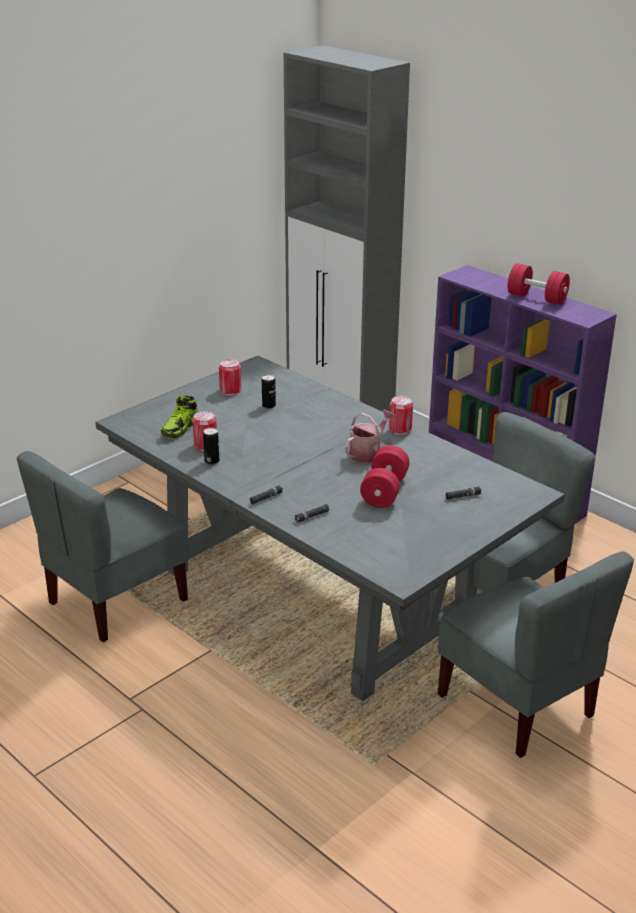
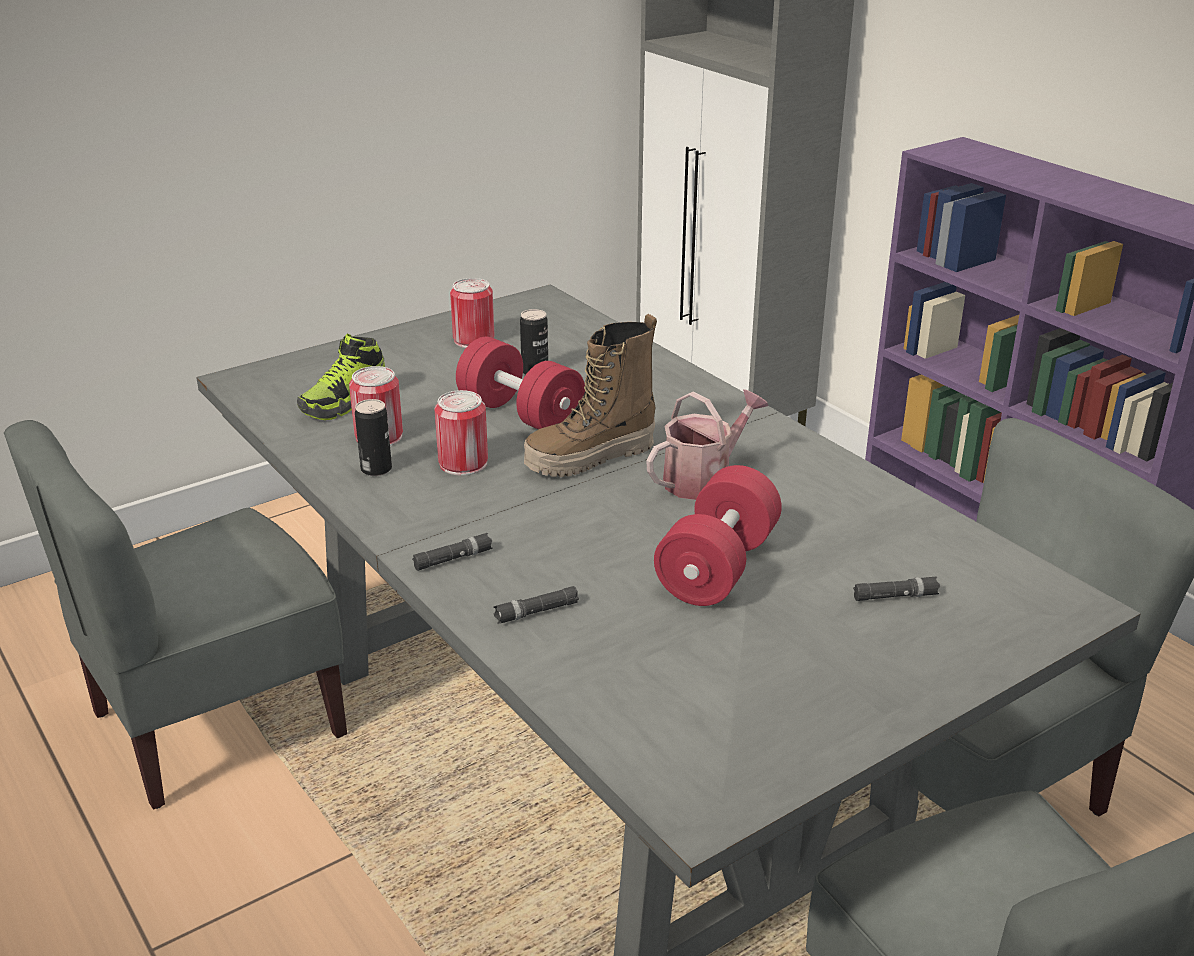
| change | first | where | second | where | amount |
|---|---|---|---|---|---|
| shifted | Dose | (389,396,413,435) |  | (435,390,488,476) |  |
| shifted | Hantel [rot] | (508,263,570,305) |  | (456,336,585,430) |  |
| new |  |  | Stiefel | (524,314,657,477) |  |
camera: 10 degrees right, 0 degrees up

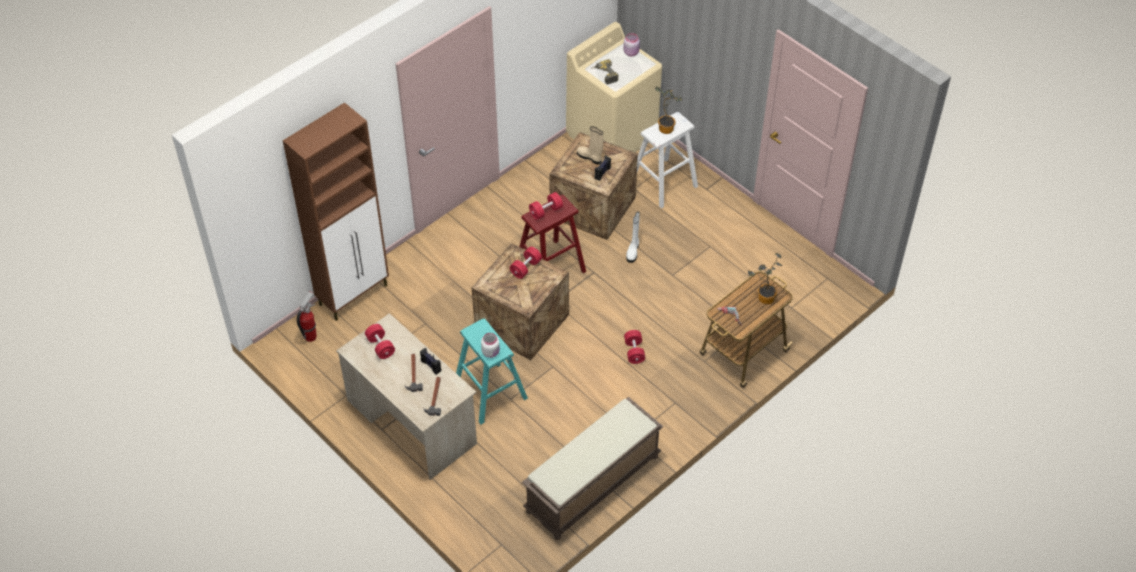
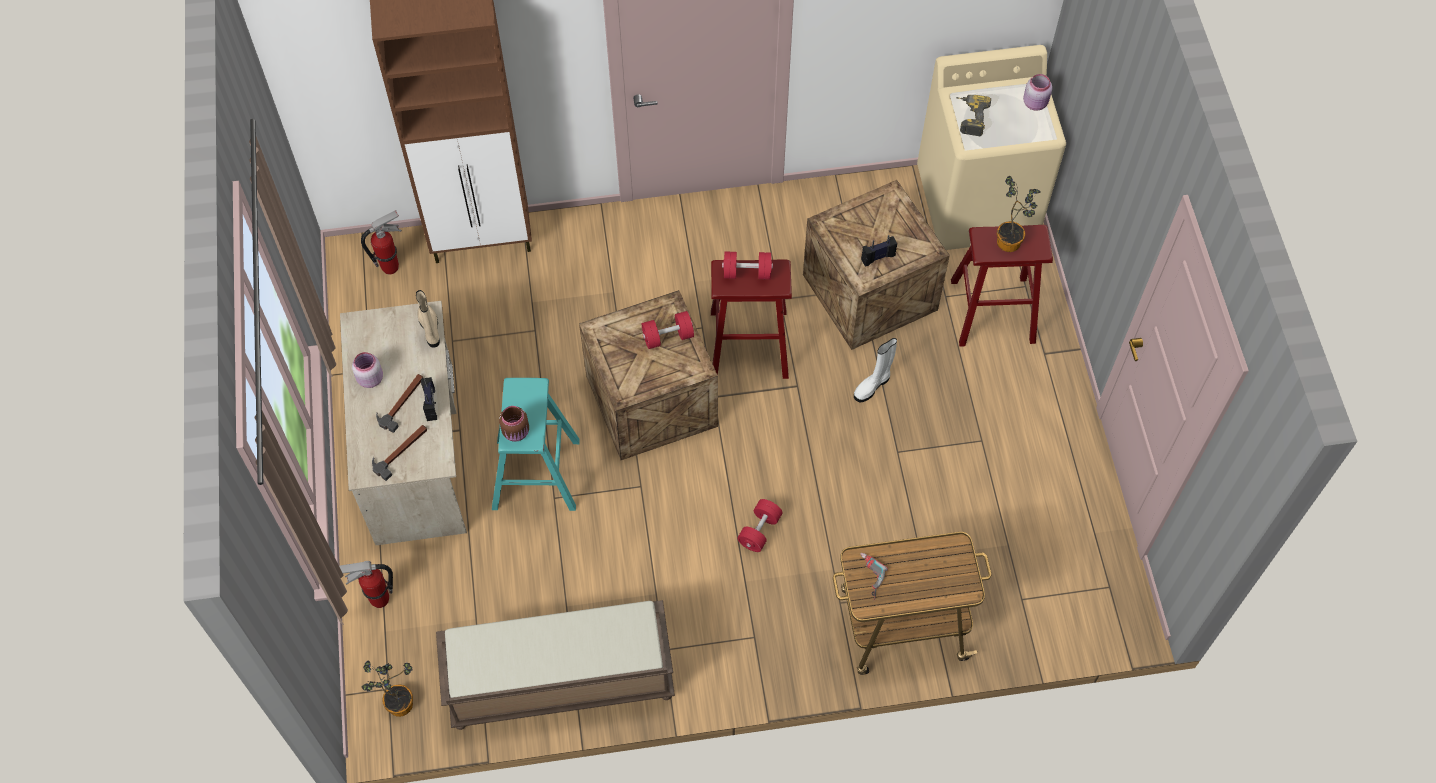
| change | first | where | second | where | amount |
|---|---|---|---|---|---|
| new |  |  | Feuerlöscher | (339,561,393,608) |  |
| new |  |  | Vorratsglas [rosa] | (352,352,383,388) |  |
| shifted | Topfpflanze | (748,253,782,304) |  | (361,660,413,717) |  |
| shifted | Stiefel [beige] | (577,126,603,165) |  | (416,290,440,348) |  |
| repainted | Vorratsglas [weiß] | (481,333,500,358) | Vorratsglas [braun] | (499,406,529,442) |  |
| repainted | Hocker [weiß] | (637,112,698,209) | Hocker [rot] | (951,225,1053,347) |  |
| gone | Hantel [rot] | (365,324,395,359) |  |  |  |
camera: 35 degrees right, 10 degrees up

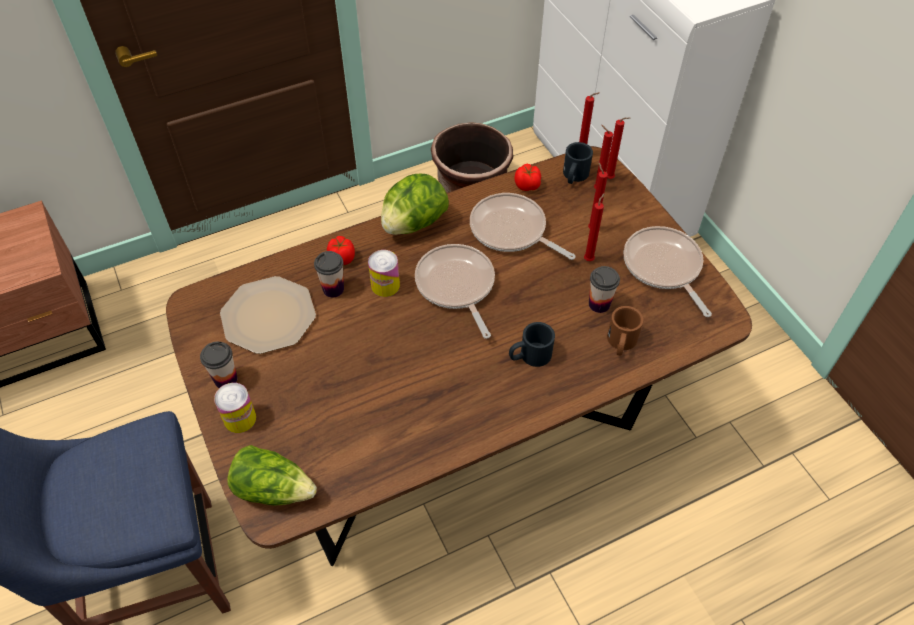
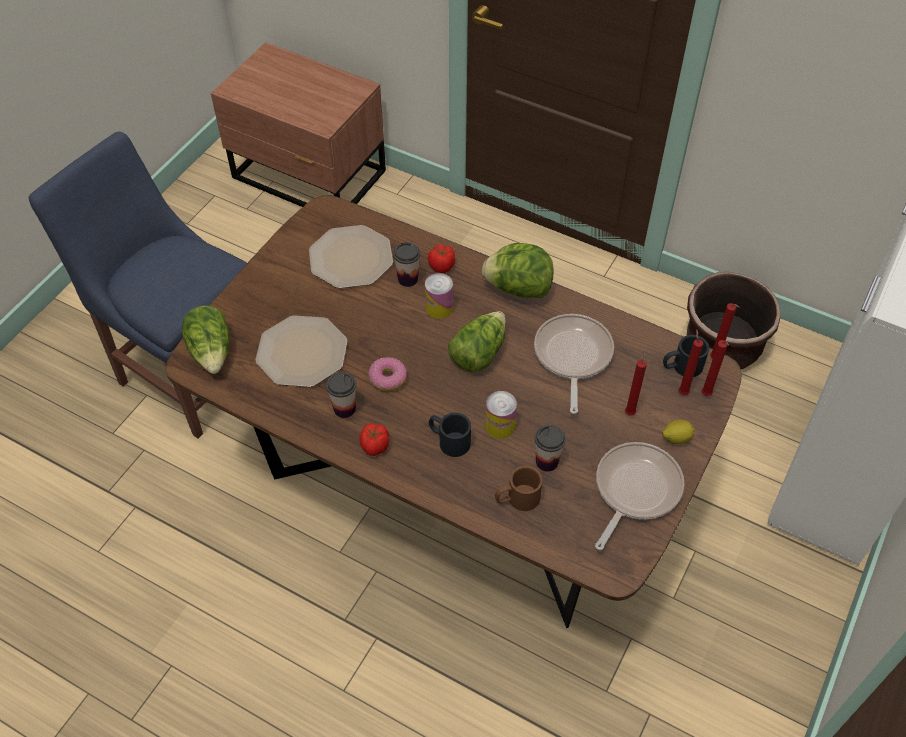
| change | first | where | second | where | amount |
|---|---|---|---|---|---|
| new |  |  | Teller | (255,315,348,387) |  |
| shifted | Tasse | (200,342,237,388) |  | (326,372,356,418) |  |
| shifted | Tomate | (515,164,541,191) |  | (359,423,389,456) |  |
| new |  |  | Donut | (368,357,407,391) |  |
| swapped | Pfanne | (415,244,495,339) | Salatkopf | (448,311,506,373) |  |
| shifted | Dose | (214,383,256,433) |  | (485,391,517,439) |  |
| new |  |  | Zitrone | (662,420,695,444) |  |
| gone | Kerze [rot] | (584,193,605,261) |  |  |  |
camera: 55 degrees right, 0 degrees up

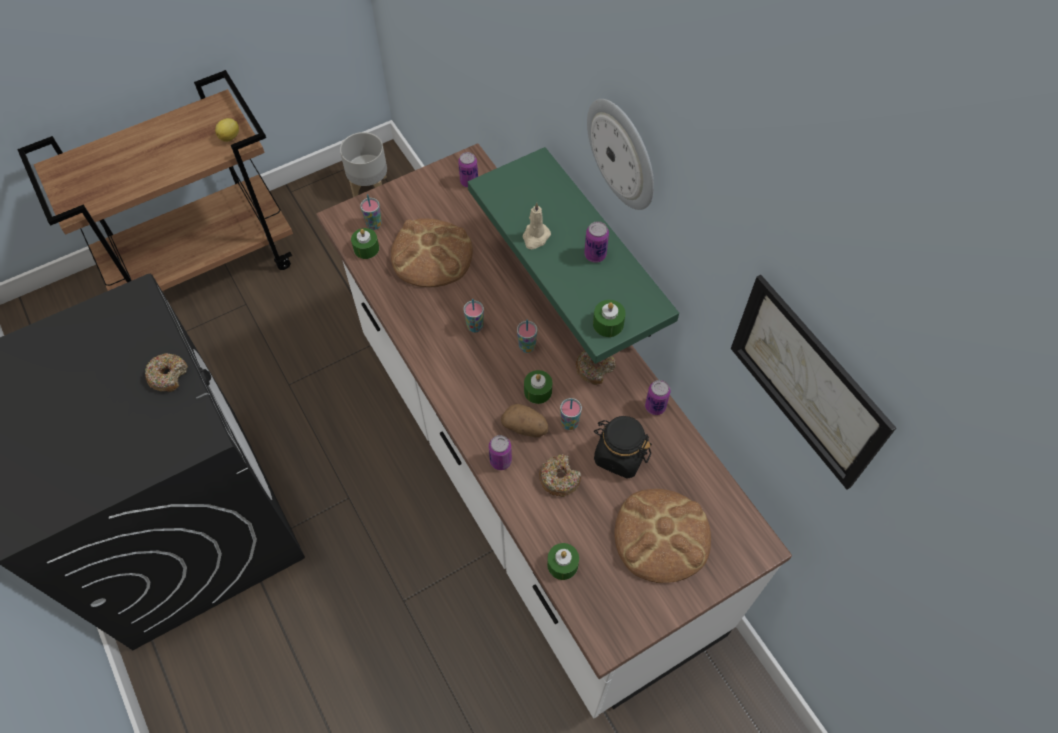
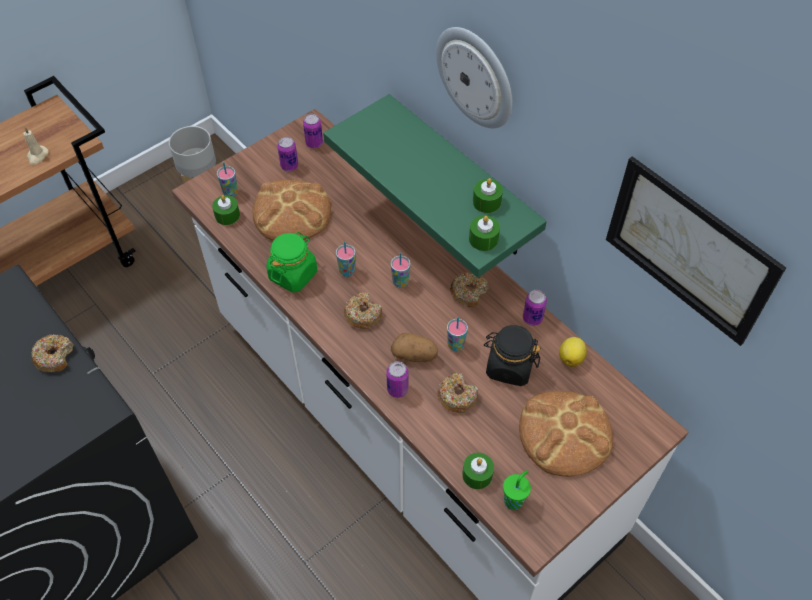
| change | first | where | second | where | amount |
|---|---|---|---|---|---|
| shifted | Kerze [beige] | (522,202,551,249) |  | (23,127,49,165) |  |
| new |  |  | Vorratsglas [grün] | (266,232,317,293) |  |
| shifted | Dose | (584,221,609,263) |  | (277,137,298,171) |  |
| new |  |  | Donut | (344,292,382,329) |  |
| shifted | Kerze [grün] | (524,370,552,404) |  | (473,178,503,213) |  |
| new |  |  | Tasse [grün] | (503,470,531,510) |  |
| shifted | Zitrone | (215,118,239,142) |  | (559,337,587,367) |  |
camera: 10 degrees left, 5 degrees down

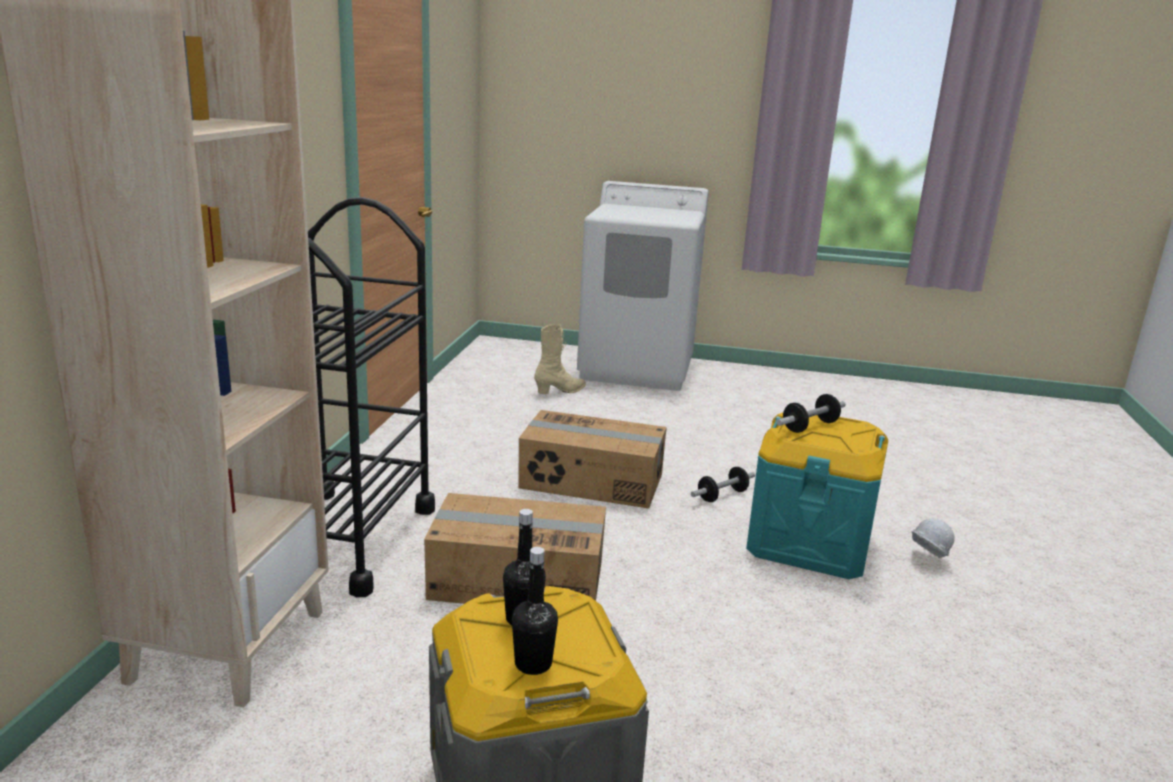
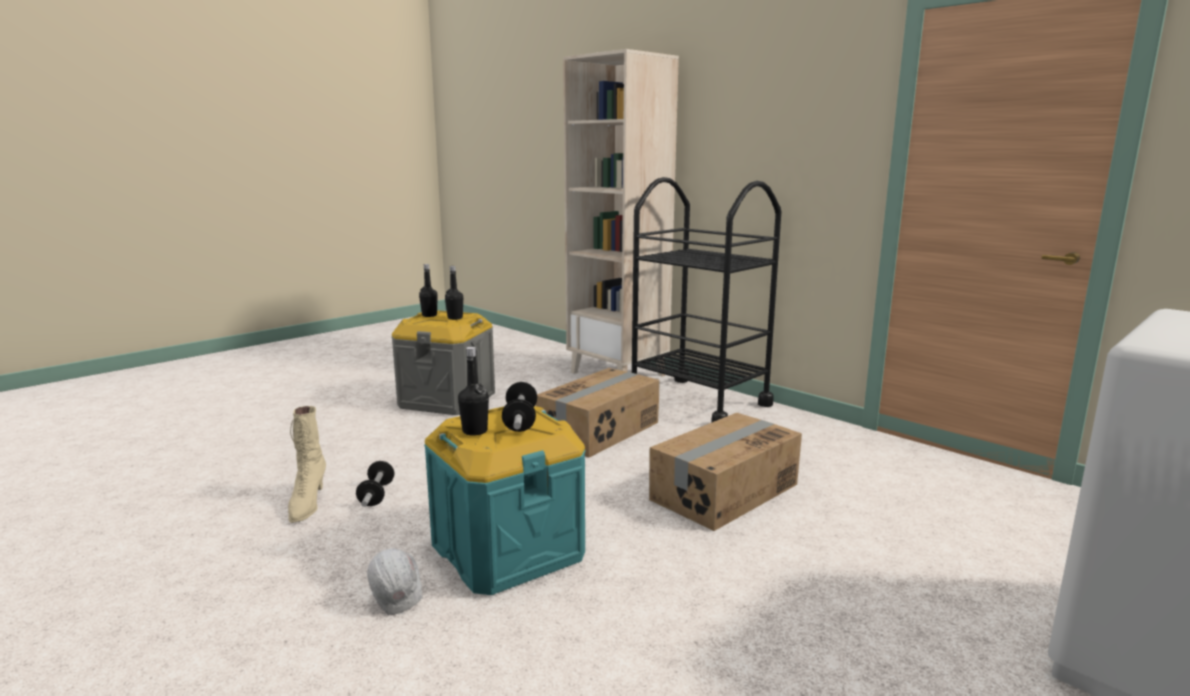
| change | first | where | second | where | amount |
|---|---|---|---|---|---|
| shifted | Stiefel [beige] | (534,324,586,394) |  | (288,406,326,523) |  |
| shifted | Hantel | (691,467,755,502) |  | (356,461,394,507) |  |
| new |  |  | Flasche [schwarz] | (458,347,489,436) |  |
camera: 125 degrees right, 5 degrees down

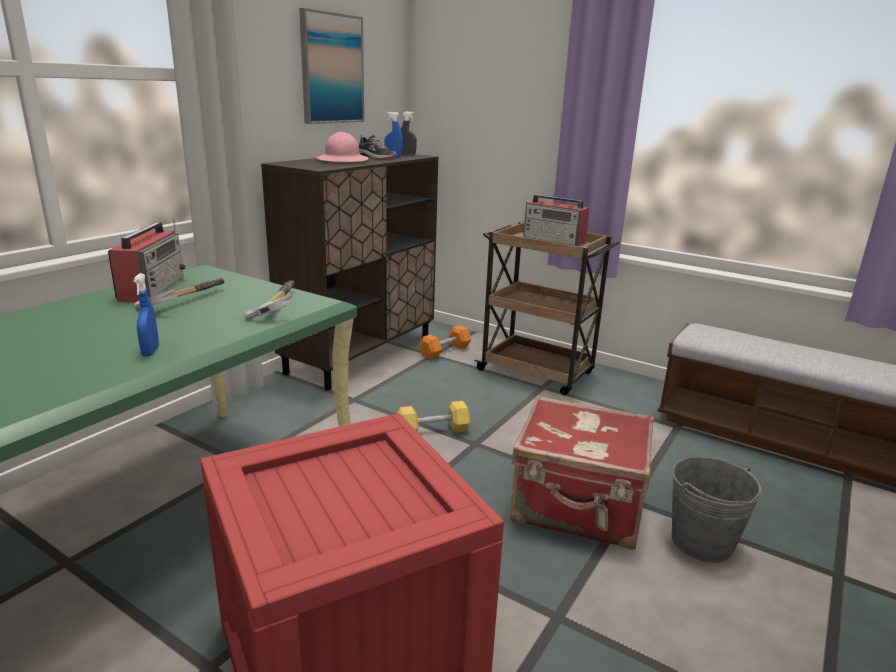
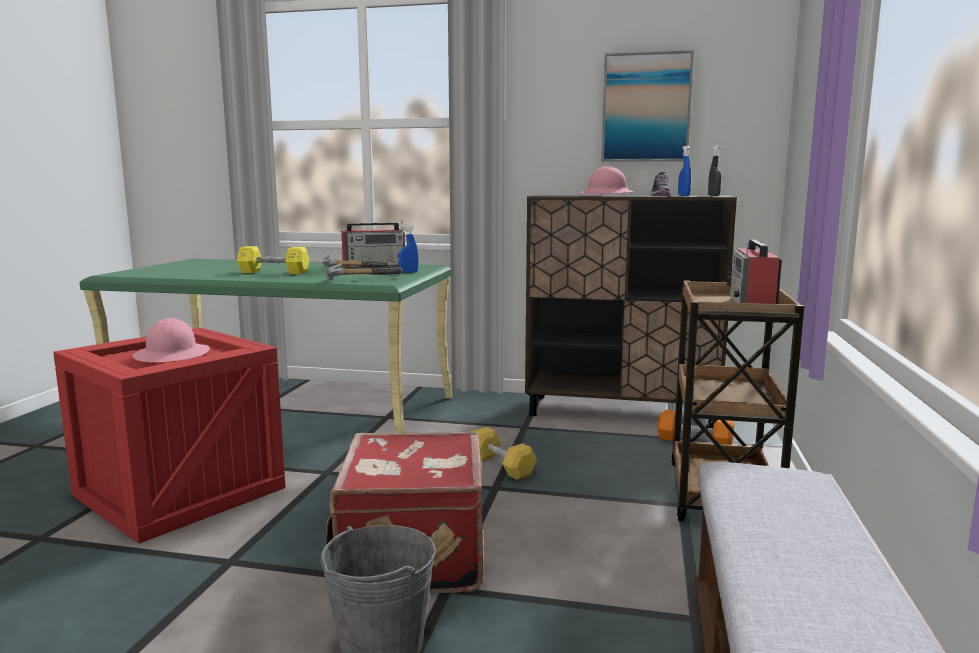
| change | first | where | second | where | amount |
|---|---|---|---|---|---|
| new |  |  | Schutzhelm [rosa] | (133,318,210,362) |  |
| new |  |  | Hantel [gelb] | (237,246,309,274) |  |
| shifted | Sprühflasche [blau] | (133,273,159,357) |  | (398,225,419,273) |  |
camera: 70 degrees right, 10 degrees down

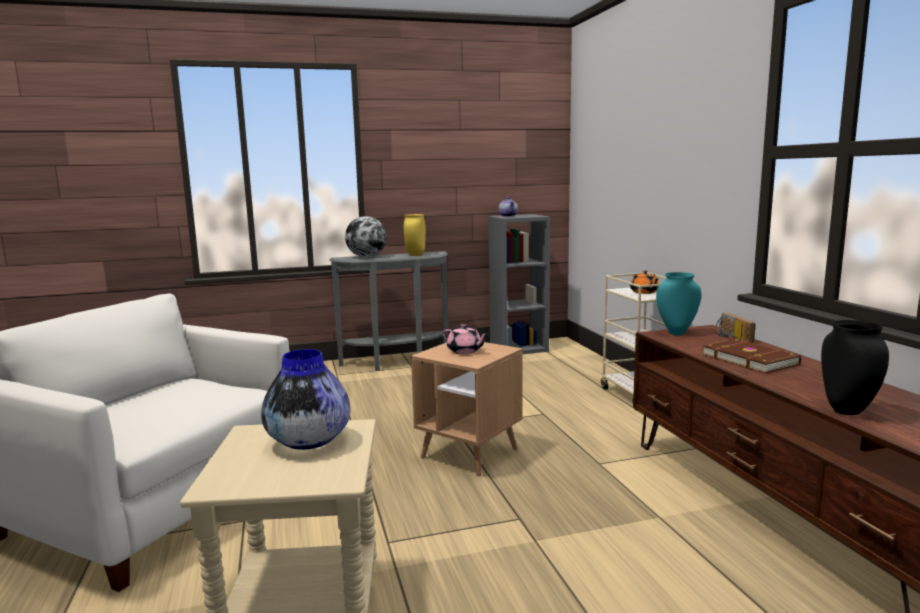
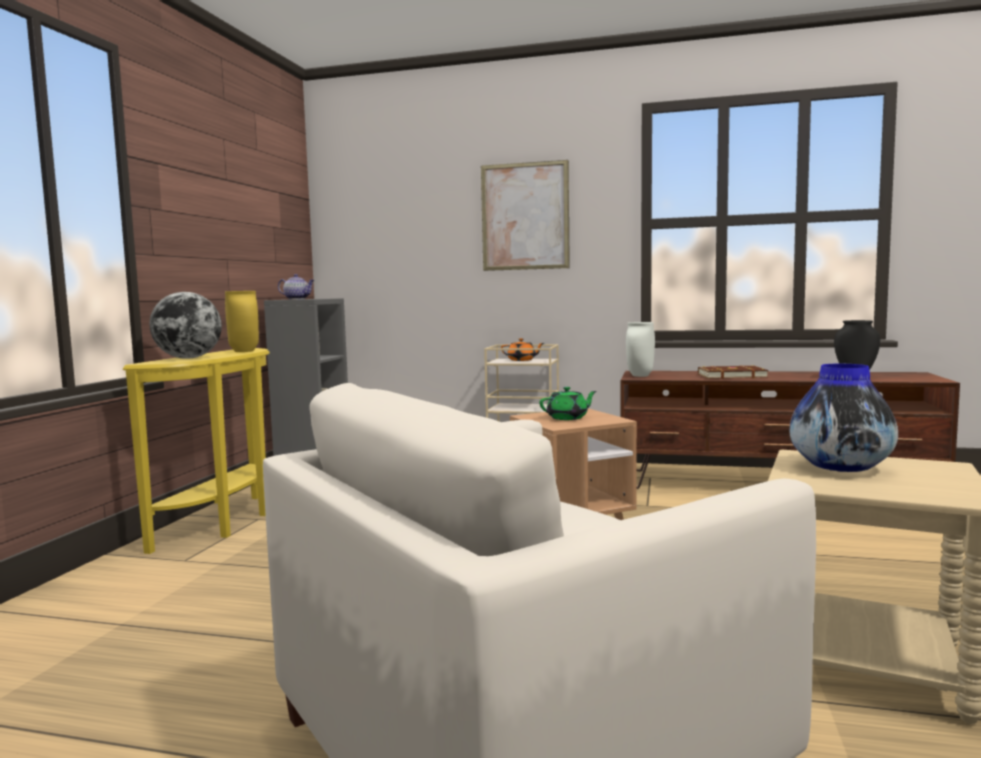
| change | first | where | second | where | amount |
|---|---|---|---|---|---|
| repainted | Konsolentisch [grau] | (329,251,448,371) | Konsolentisch [gelb] | (123,348,270,554) |  |
| new |  |  | Bild | (481,160,570,271) |  |
| repainted | Teekanne [rosa] | (443,324,488,354) | Teekanne [grün] | (539,387,597,420) |  |
| repainted | Vase [türkis] | (656,272,701,335) | Vase [weiß] | (626,322,655,377) |  |
| gone | Radio | (716,313,755,343) |  |  |  |
camera: 60 degrees left, 5 degrees down

